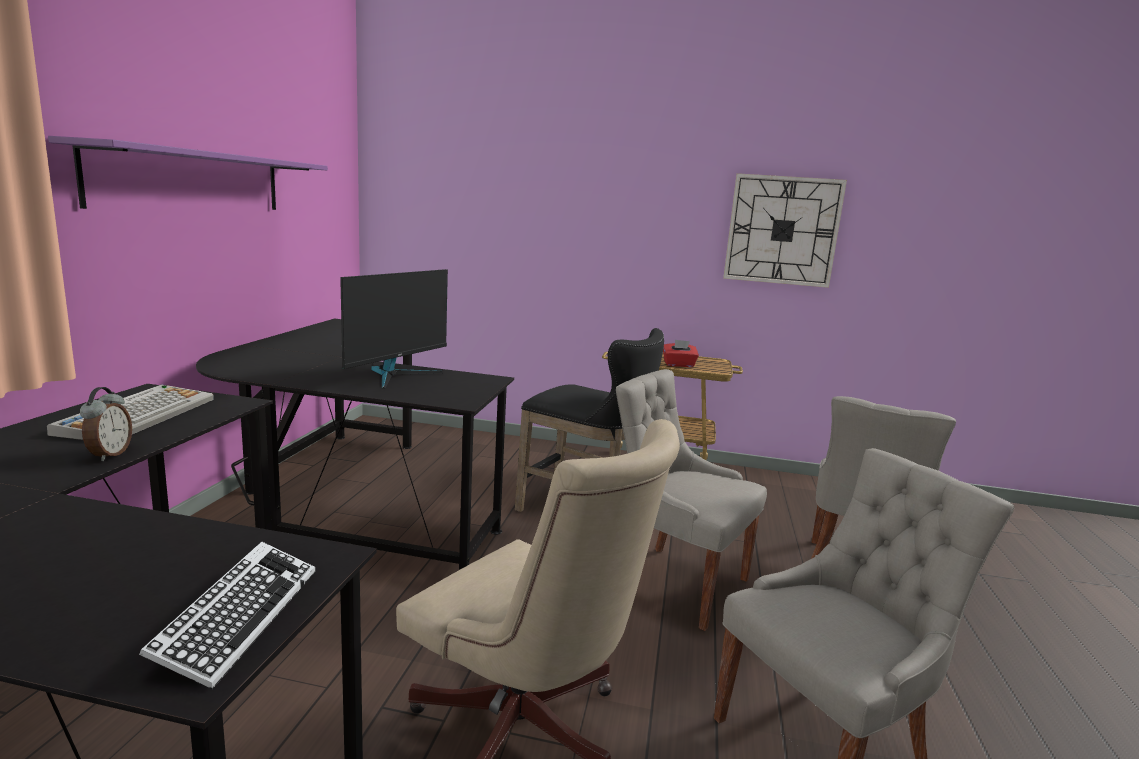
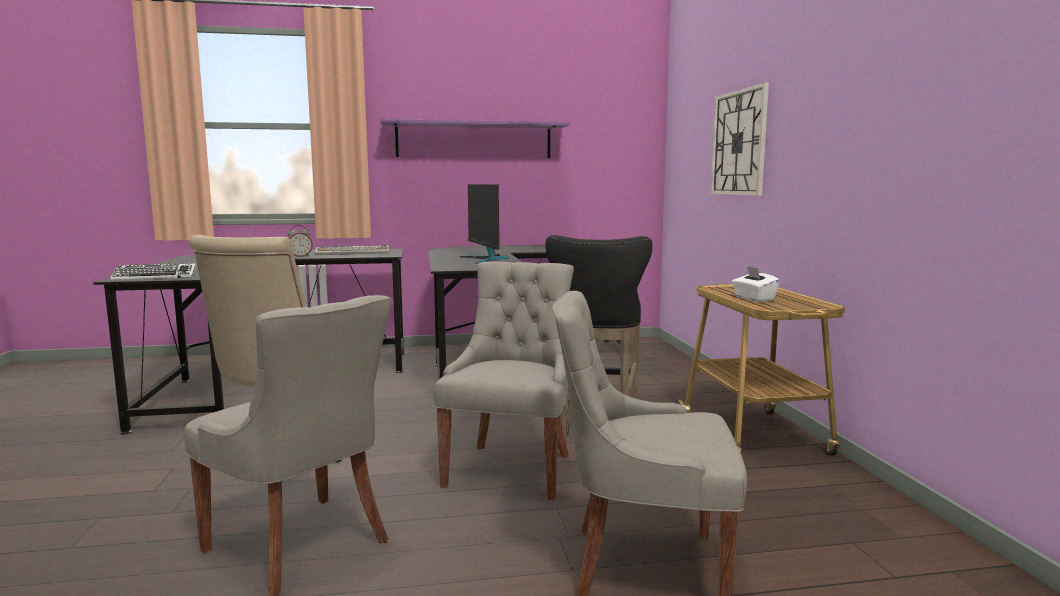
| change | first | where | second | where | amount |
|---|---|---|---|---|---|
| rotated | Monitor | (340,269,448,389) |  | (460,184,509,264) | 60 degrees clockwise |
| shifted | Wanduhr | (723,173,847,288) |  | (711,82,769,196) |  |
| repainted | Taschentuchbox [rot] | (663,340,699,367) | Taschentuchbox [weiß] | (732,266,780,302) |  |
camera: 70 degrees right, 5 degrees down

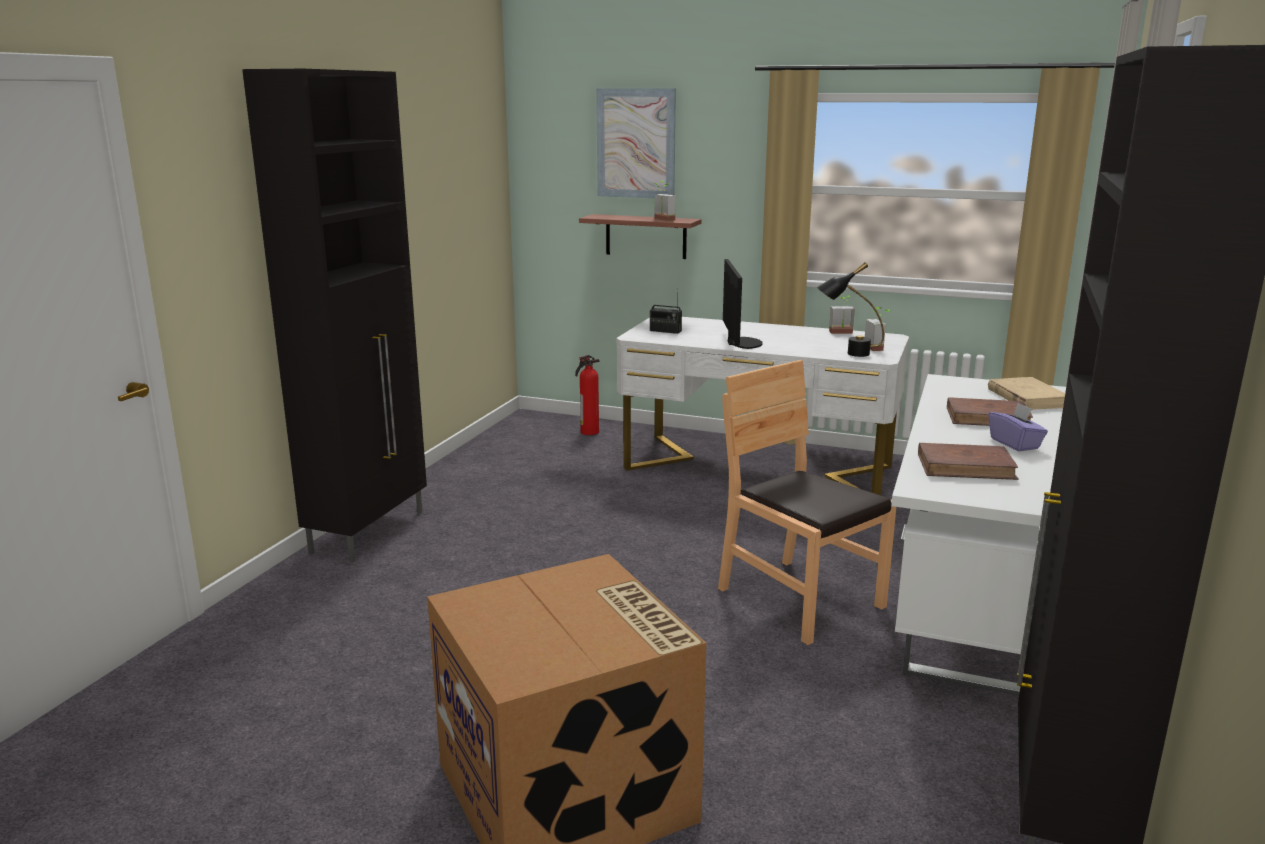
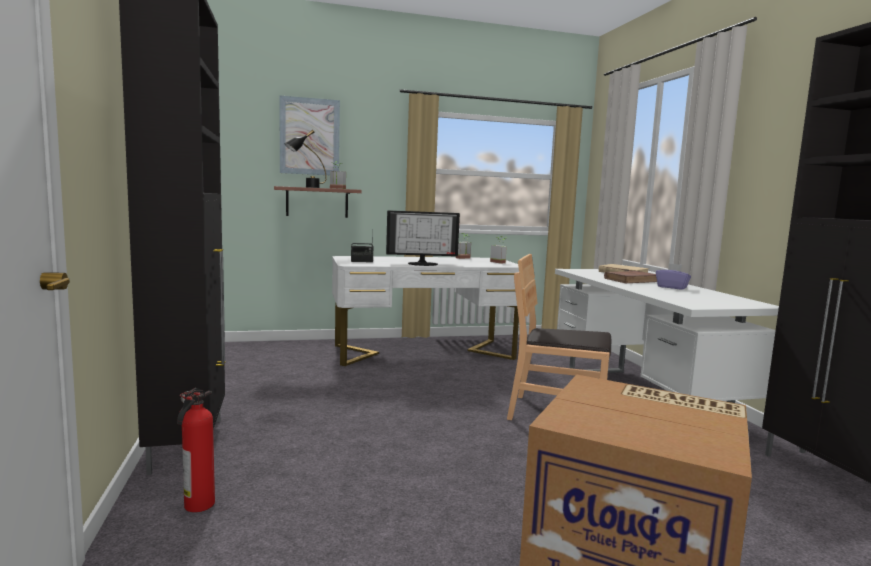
| change | first | where | second | where | amount |
|---|---|---|---|---|---|
| shifted | Feuerlöscher | (575,355,600,435) |  | (177,388,215,512) |  |
| shifted | Tischlampe [schwarz] | (817,262,884,357) |  | (285,130,327,188) |  |
| rotated | Monitor | (723,259,763,349) |  | (386,210,460,266) | 120 degrees clockwise |
| gone | Buch [braun] | (918,443,1019,480) |  |  |  |
camera: 35 degrees left, 10 degrees down

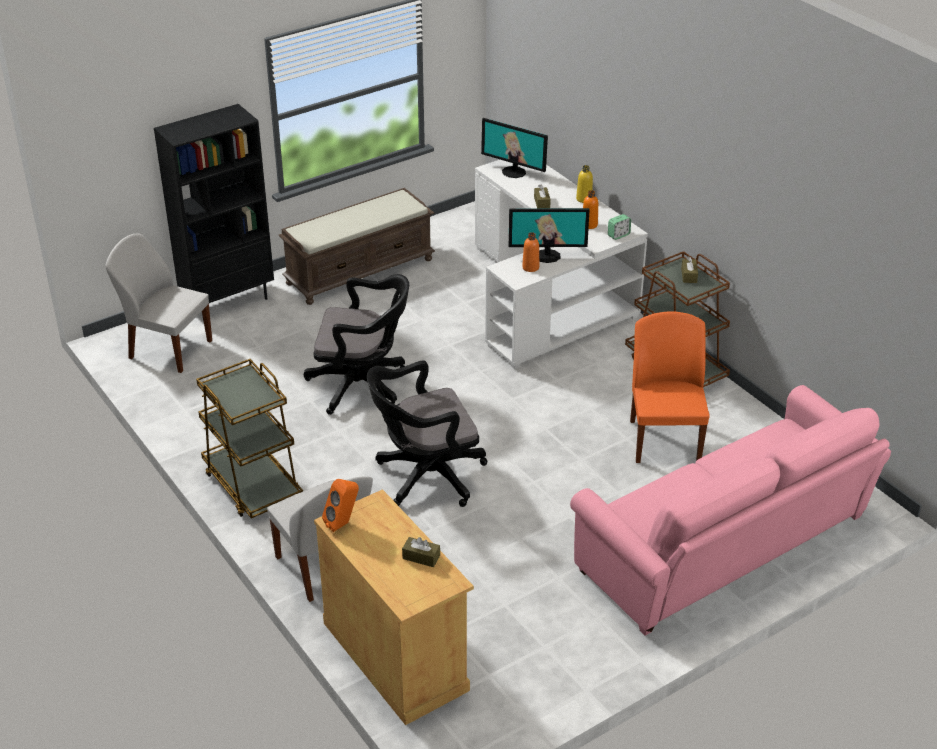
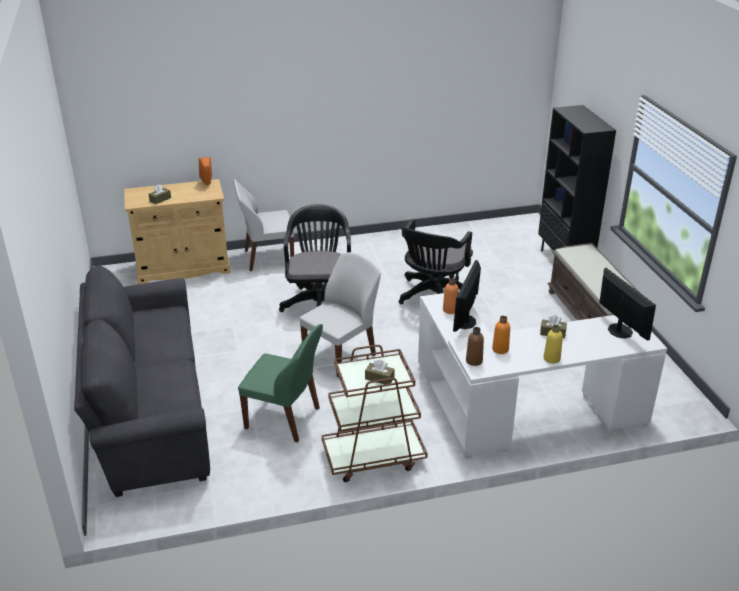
| change | first | where | second | where | amount |
|---|---|---|---|---|---|
| repainted | Sofa [rosa] | (570,385,891,636) | Sofa [grau] | (74,265,210,497) |  |
| repainted | Stuhl [orange] | (630,311,710,463) | Stuhl [grün] | (238,324,323,442) |  |
| shifted | Stuhl [weiß] | (105,234,212,373) |  | (300,252,381,378) |  |
| swapped | Wecker | (608,214,631,240) | Flasche [braun] | (466,327,484,366) |  |
| rotated | Monitor | (481,118,548,178) |  | (599,268,656,341) | 105 degrees clockwise |
| gone | Rollwagen [braun] | (196,359,303,519) |  |  |  |
camera: 110 degrees right, 5 degrees down

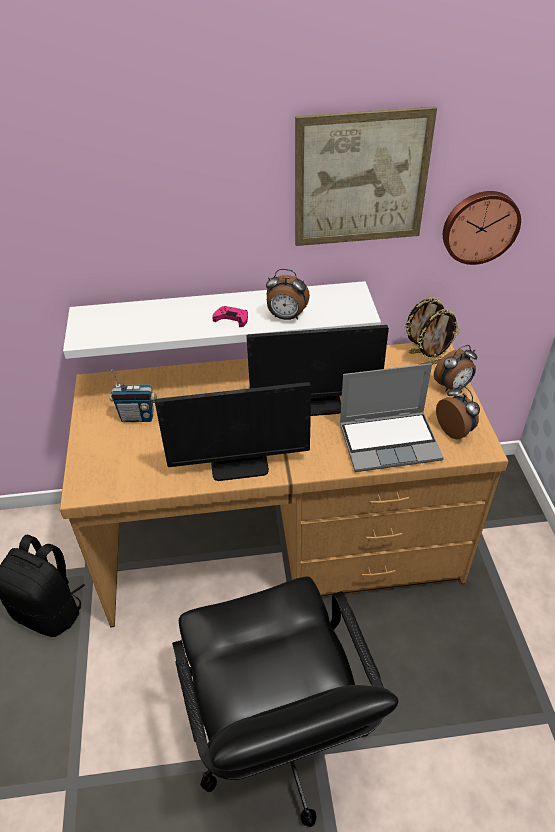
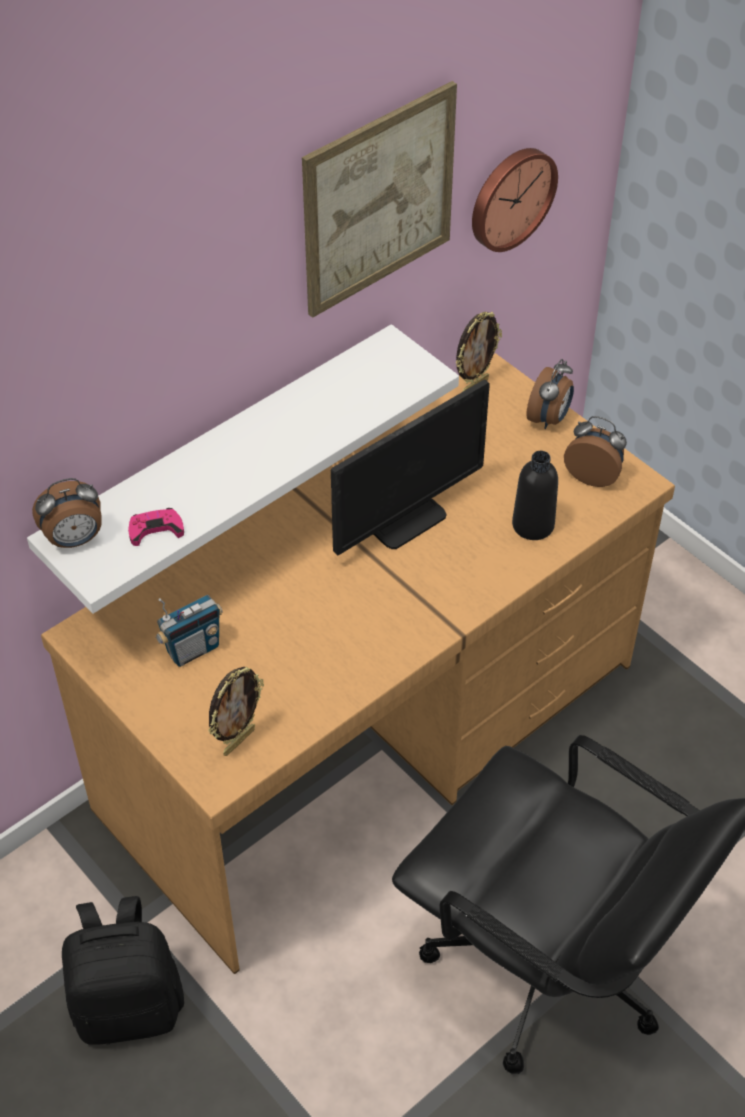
| change | first | where | second | where | amount |
|---|---|---|---|---|---|
| shifted | Wecker | (266,269,310,320) |  | (32,478,101,548) |  |
| shifted | Gamepad [rosa] | (212,306,248,327) |  | (128,508,184,546) |  |
| shifted | Bilderrahmen | (417,309,460,365) |  | (208,667,264,756) |  |
| swapped | Laptop | (340,363,444,472) | Flasche [schwarz] | (512,451,558,540) |  |
| gone | Monitor | (155,382,311,481) |  |  |  |
camera: 35 degrees left, 5 degrees up

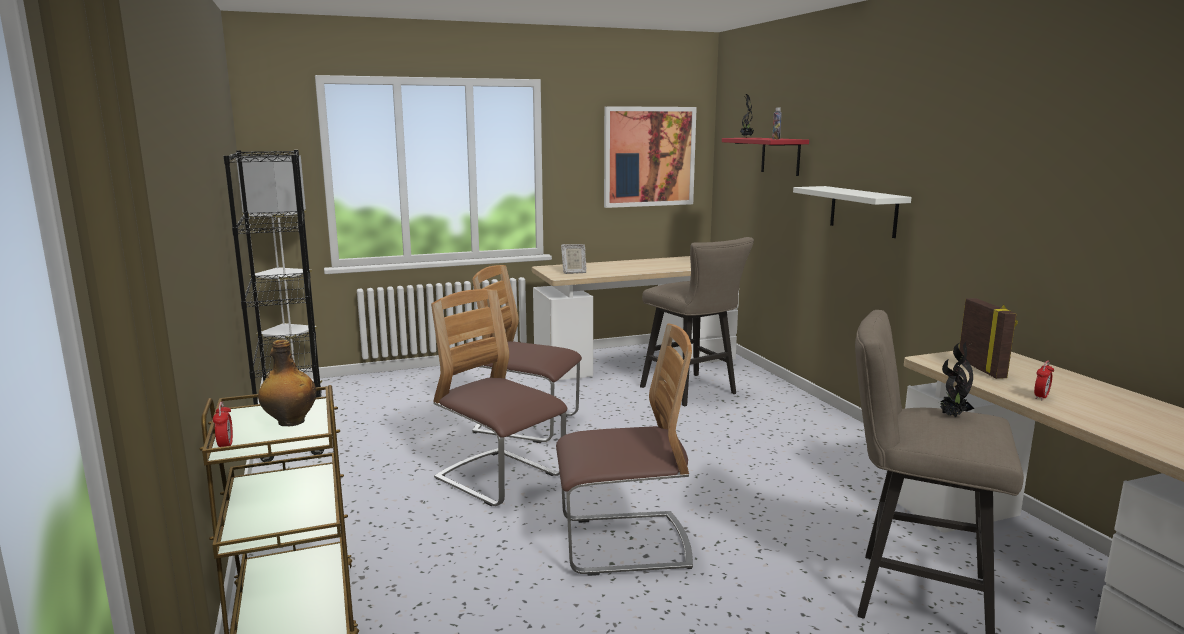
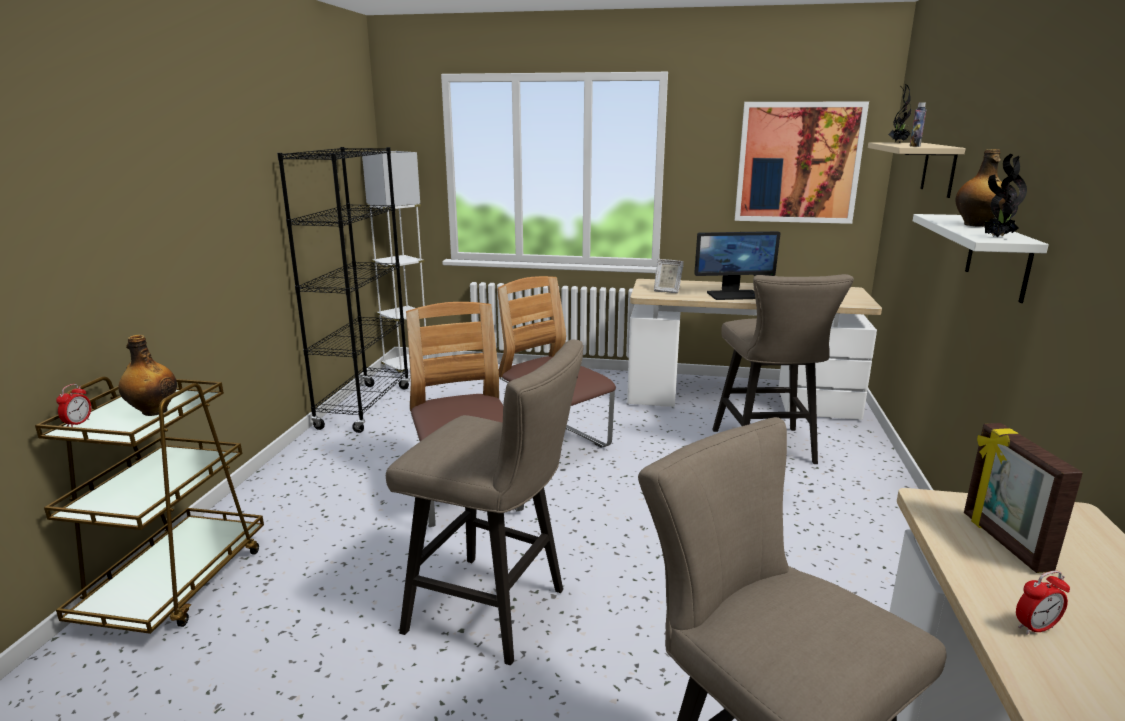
| change | first | where | second | where | amount |
|---|---|---|---|---|---|
| swapped | Stuhl | (556,323,693,576) | Hocker [beige] | (386,340,584,665) |  |
| new |  |  | Monitor | (694,231,781,300) |  |
| repainted | Wandregal [rot] | (722,138,809,176) | Wandregal [beige] | (868,142,966,198) |  |
| new |  |  | Flasche | (955,149,1005,227) |  |
| rotated | Bilderrahmen | (959,298,1018,379) |  | (964,423,1083,573) | 150 degrees clockwise |
| shifted | Topfpflanze | (940,342,975,417) |  | (985,154,1027,237) |  |
camera: 30 degrees right, 5 degrees up

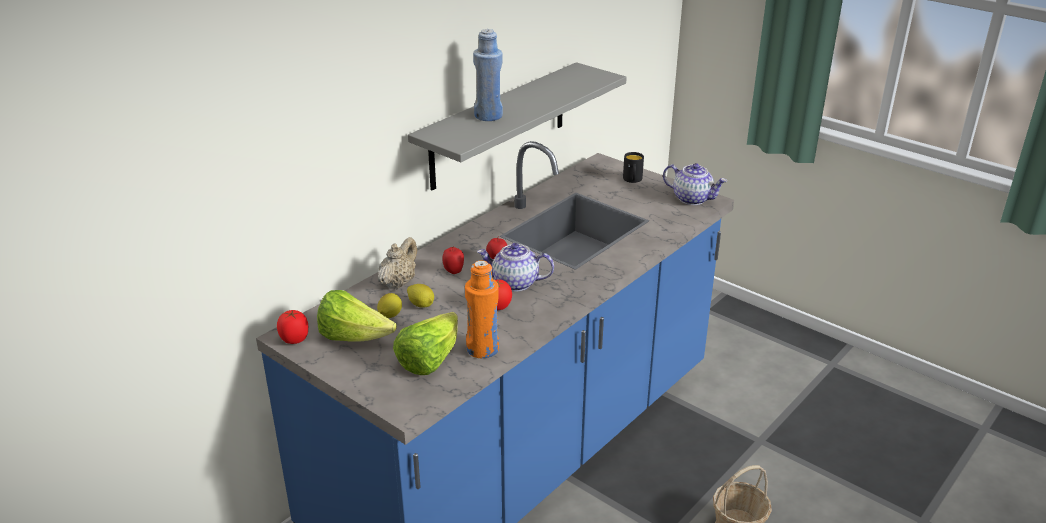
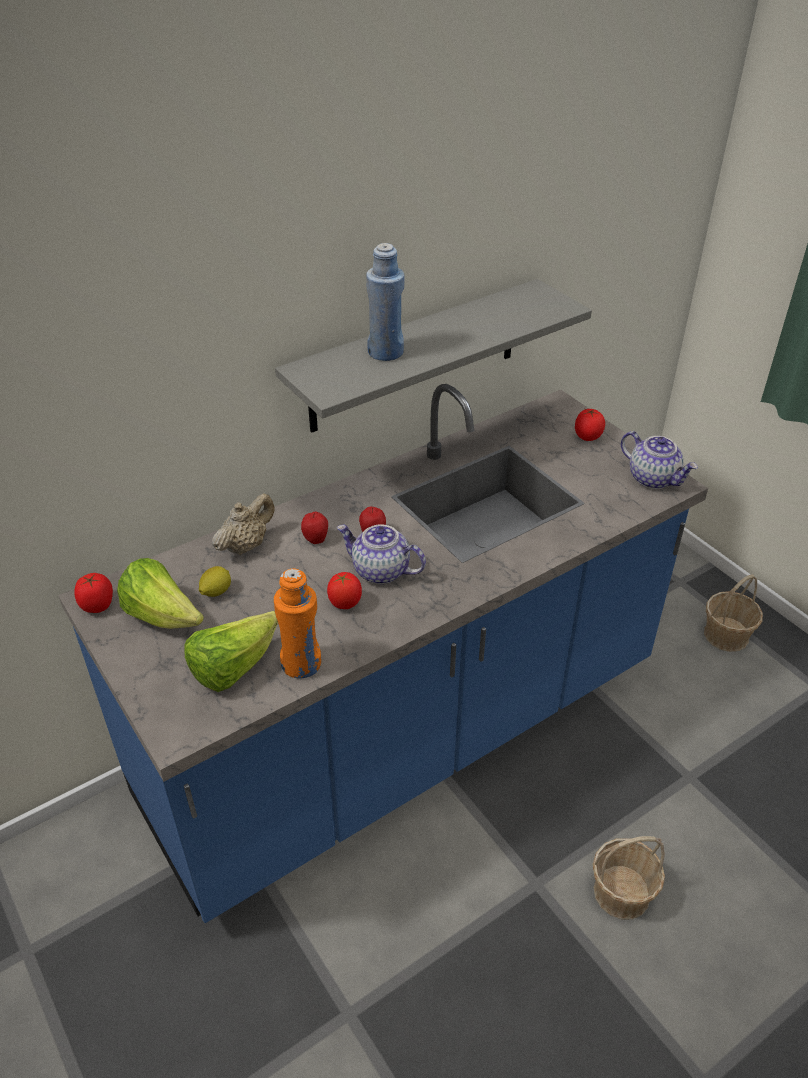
| change | first | where | second | where | amount |
|---|---|---|---|---|---|
| swapped | Henkelbecher [schwarz] | (623,152,644,183) | Tomate | (575,409,605,441) |  |
| new |  |  | Korb | (704,574,763,652) |  |
| gone | Zitrone | (407,284,434,308) |  |  |  |
camera: 15 degrees right, 10 degrees up

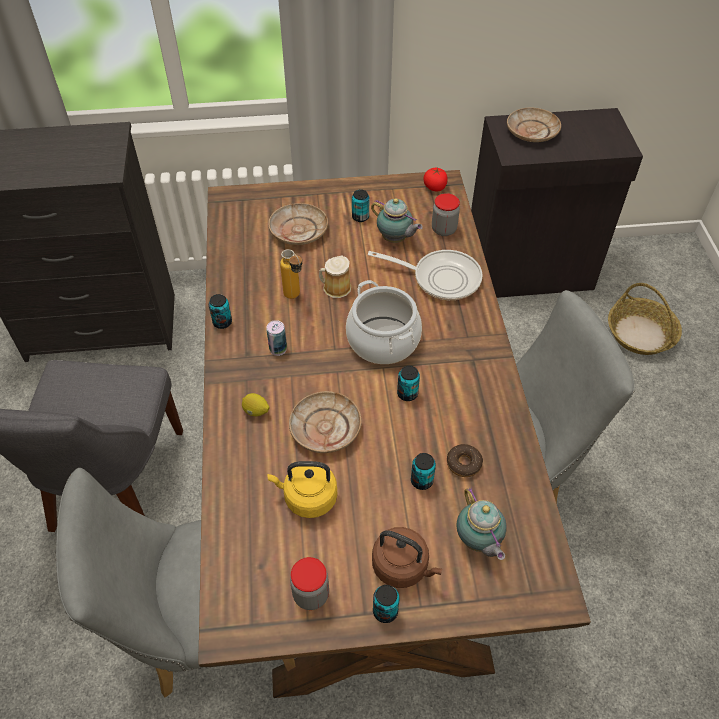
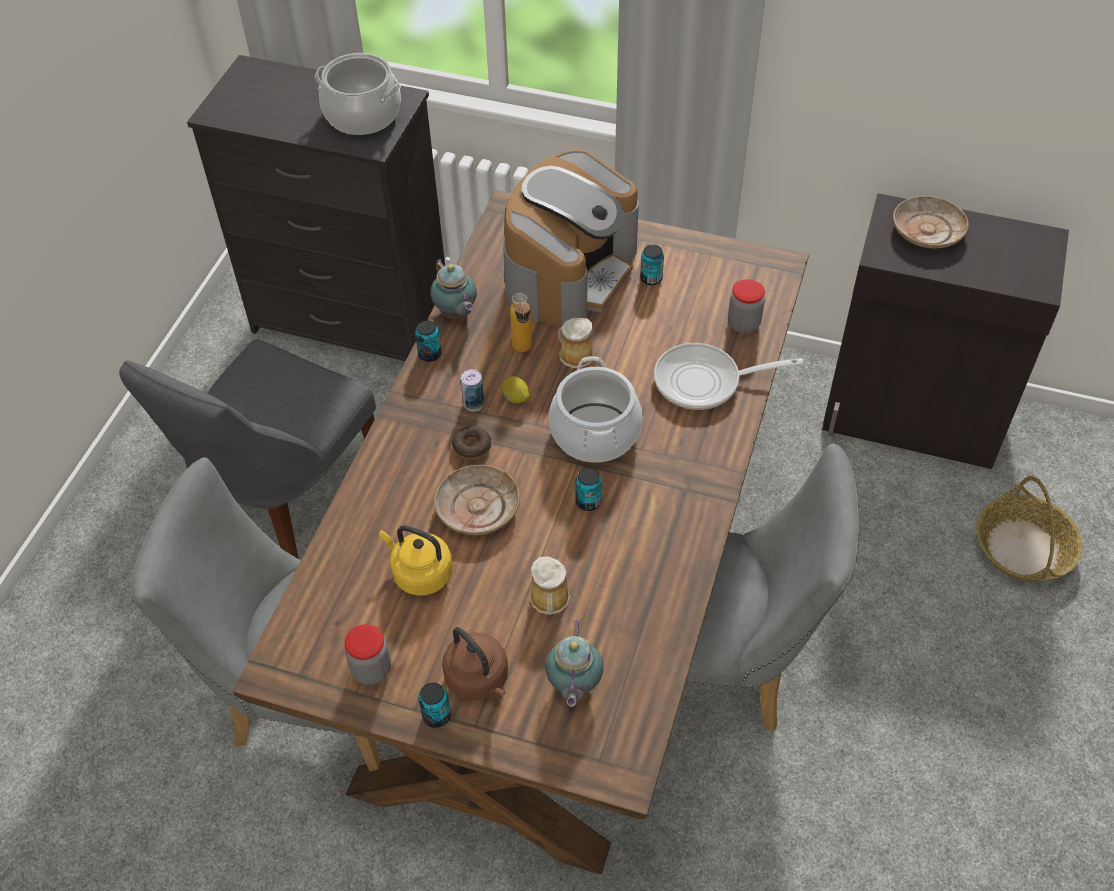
| change | first | where | second | where | amount |
|---|---|---|---|---|---|
| new |  |  | Kochtopf | (315,53,401,135) |  |
| shifted | Teekanne | (371,198,423,243) |  | (430,259,477,318) |  |
| shifted | Donut | (447,444,483,477) |  | (452,426,491,460) |  |
| shifted | Zitrone | (242,393,269,416) |  | (502,376,529,403) |  |
| swapped | Teller [beige] | (268,203,328,245) | Kaffeemaschine | (503,150,639,328) |  |
| swapped | Dose | (411,453,436,490) | Henkelbecher | (530,556,570,615) |  |
| rotated | Pfanne | (368,250,483,300) |  | (654,343,803,410) | 135 degrees clockwise |
| gone | Tomate | (424,168,448,192) |  |  |  |
camera: 25 degrees right, 0 degrees up

